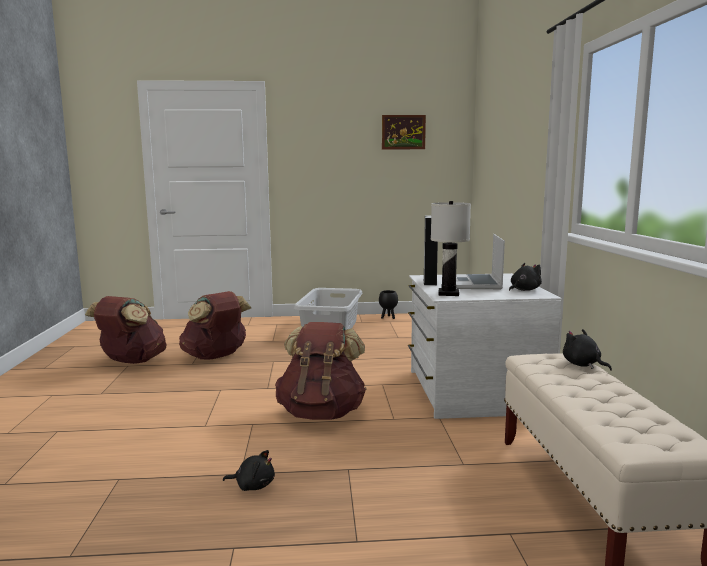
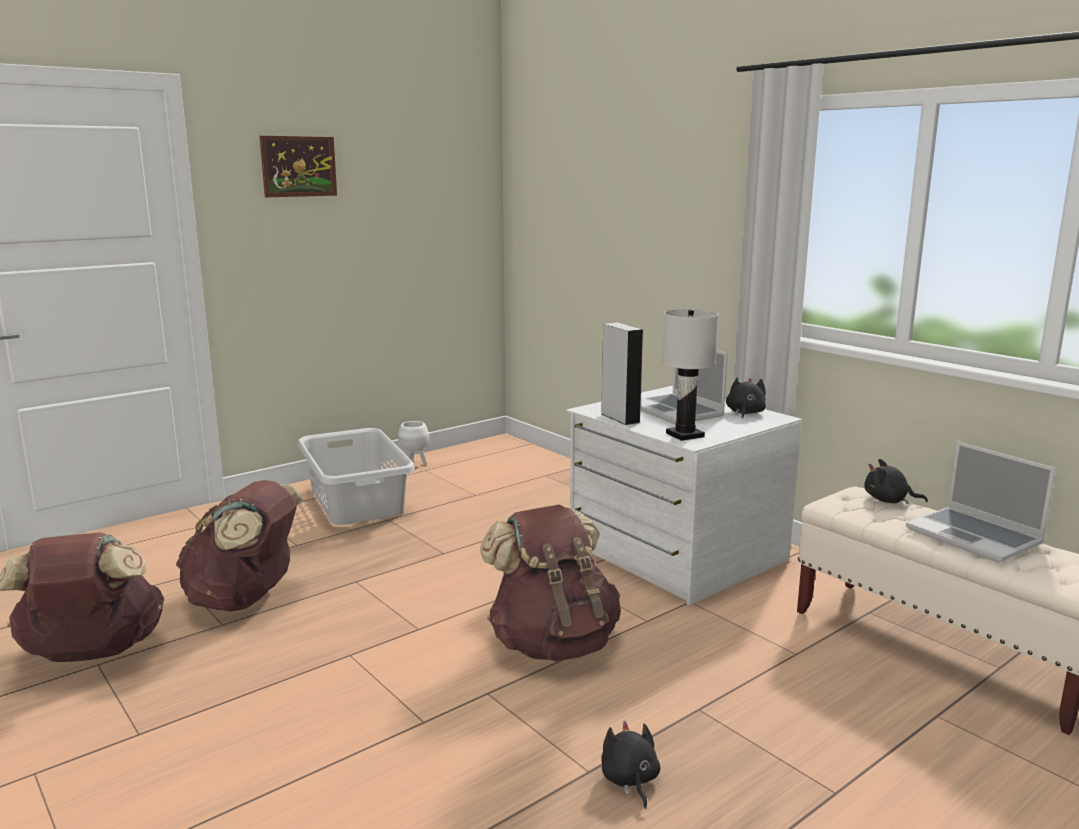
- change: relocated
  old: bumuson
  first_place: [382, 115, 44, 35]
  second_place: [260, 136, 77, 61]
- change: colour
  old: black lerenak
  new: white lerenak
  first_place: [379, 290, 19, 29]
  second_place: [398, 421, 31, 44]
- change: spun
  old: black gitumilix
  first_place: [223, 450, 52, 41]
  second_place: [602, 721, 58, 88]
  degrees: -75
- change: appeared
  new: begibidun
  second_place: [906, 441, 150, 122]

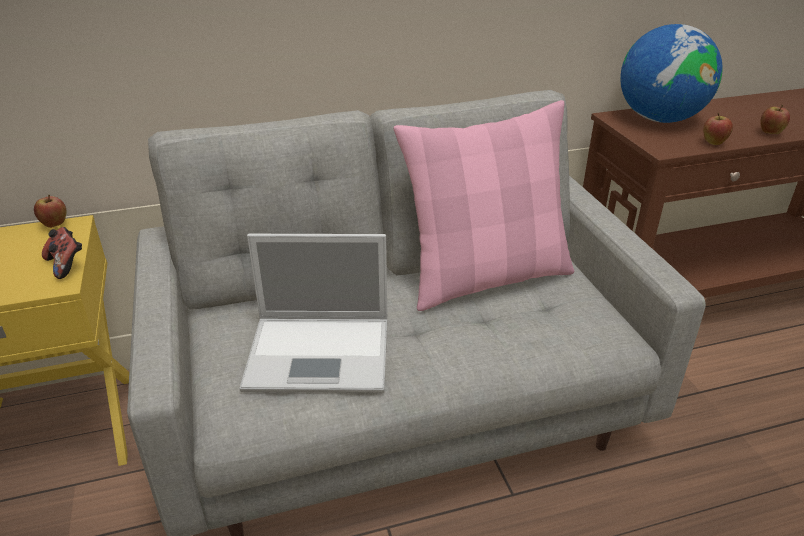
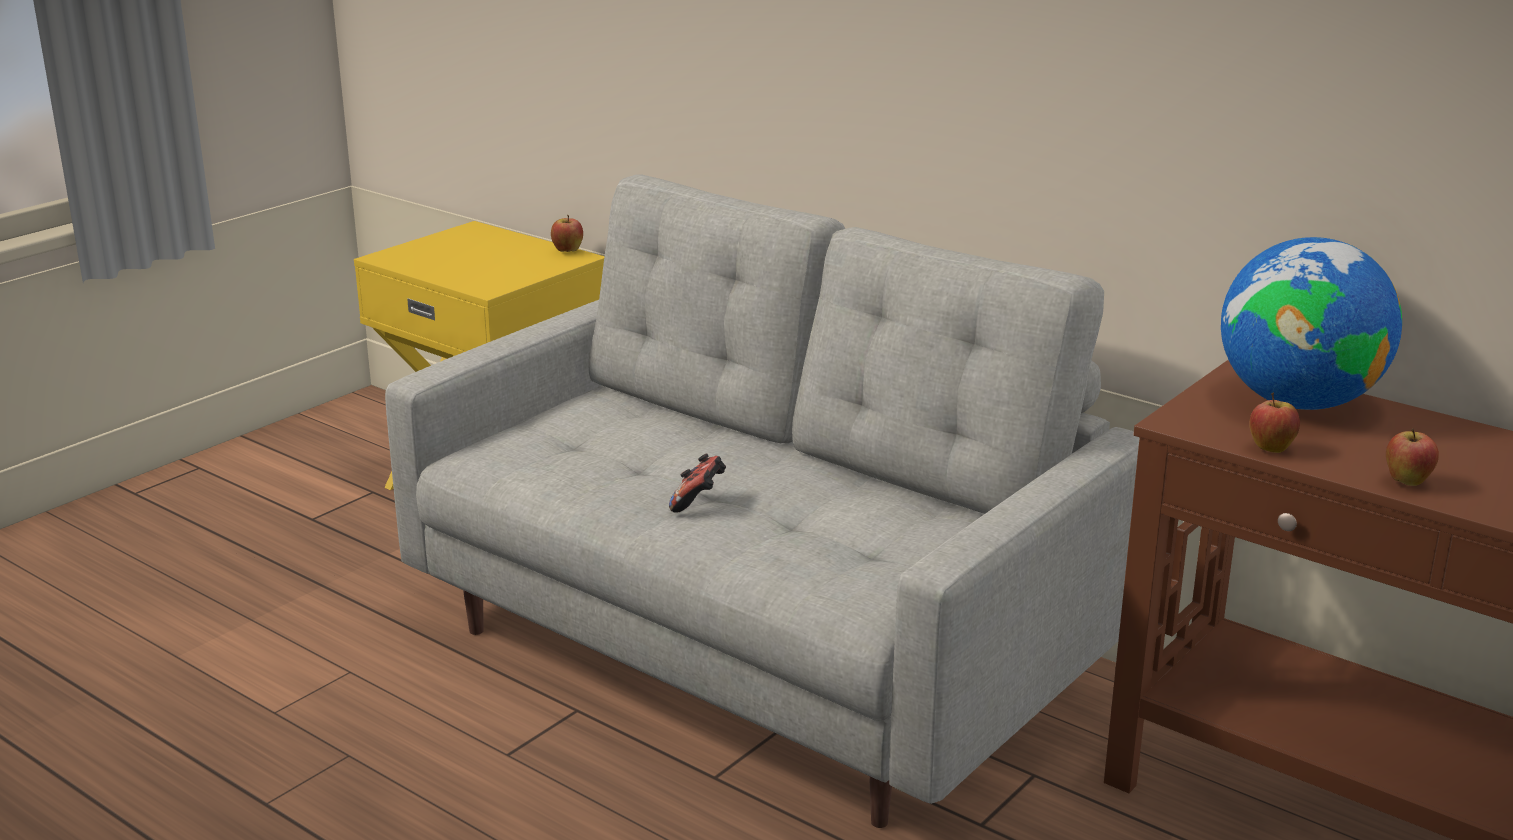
- change: missing
  old: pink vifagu
  first_place: [393, 100, 182, 211]
- change: relocated
  old: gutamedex
  first_place: [42, 227, 40, 52]
  second_place: [669, 453, 57, 60]
- change: missing
  old: begibidun
  first_place: [239, 234, 148, 159]

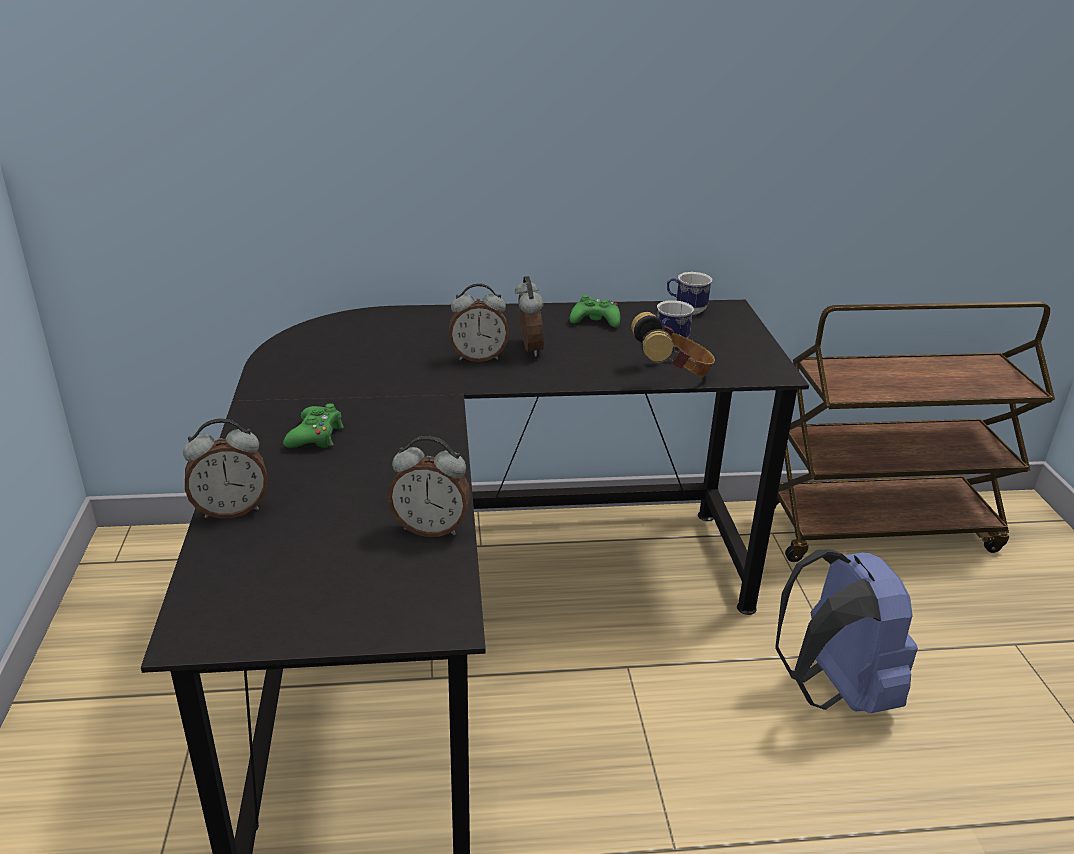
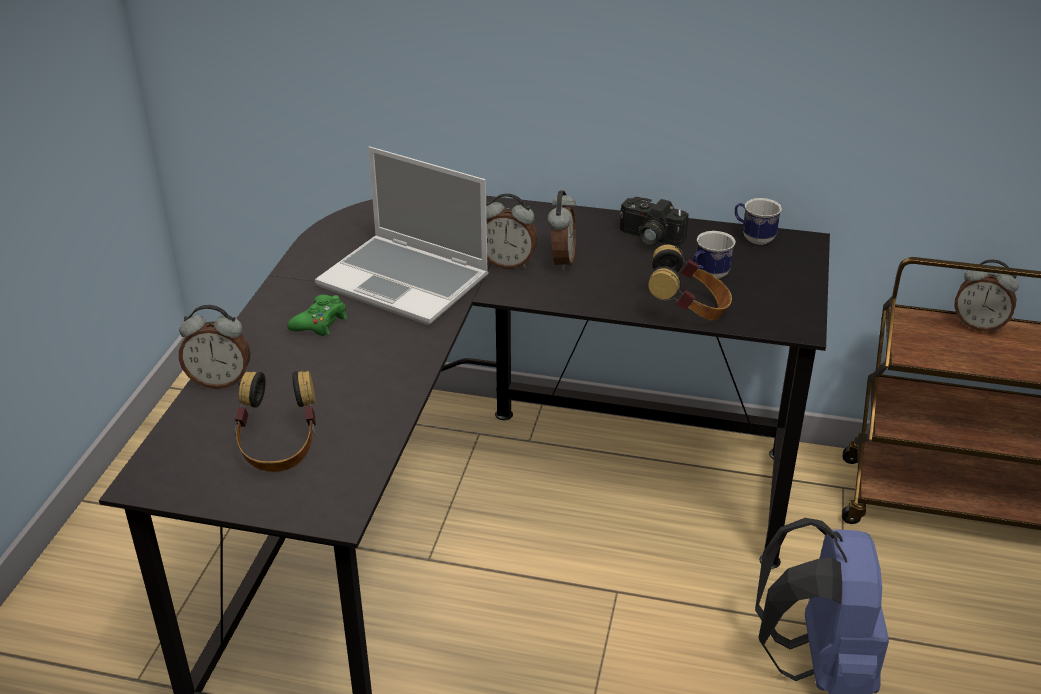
- change: exchanged
  old: green gutamedex
  new: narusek
  first_place: [570, 295, 50, 32]
  second_place: [620, 197, 69, 49]
- change: relocated
  old: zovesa
  first_place: [387, 436, 84, 101]
  second_place: [954, 259, 65, 73]
- change: appeared
  new: begibidun
  second_place: [315, 147, 174, 178]
- change: appeared
  new: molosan
  second_place: [234, 371, 82, 101]

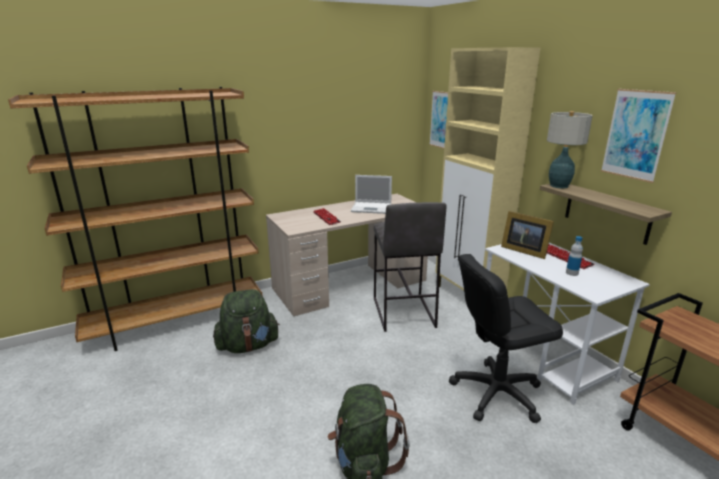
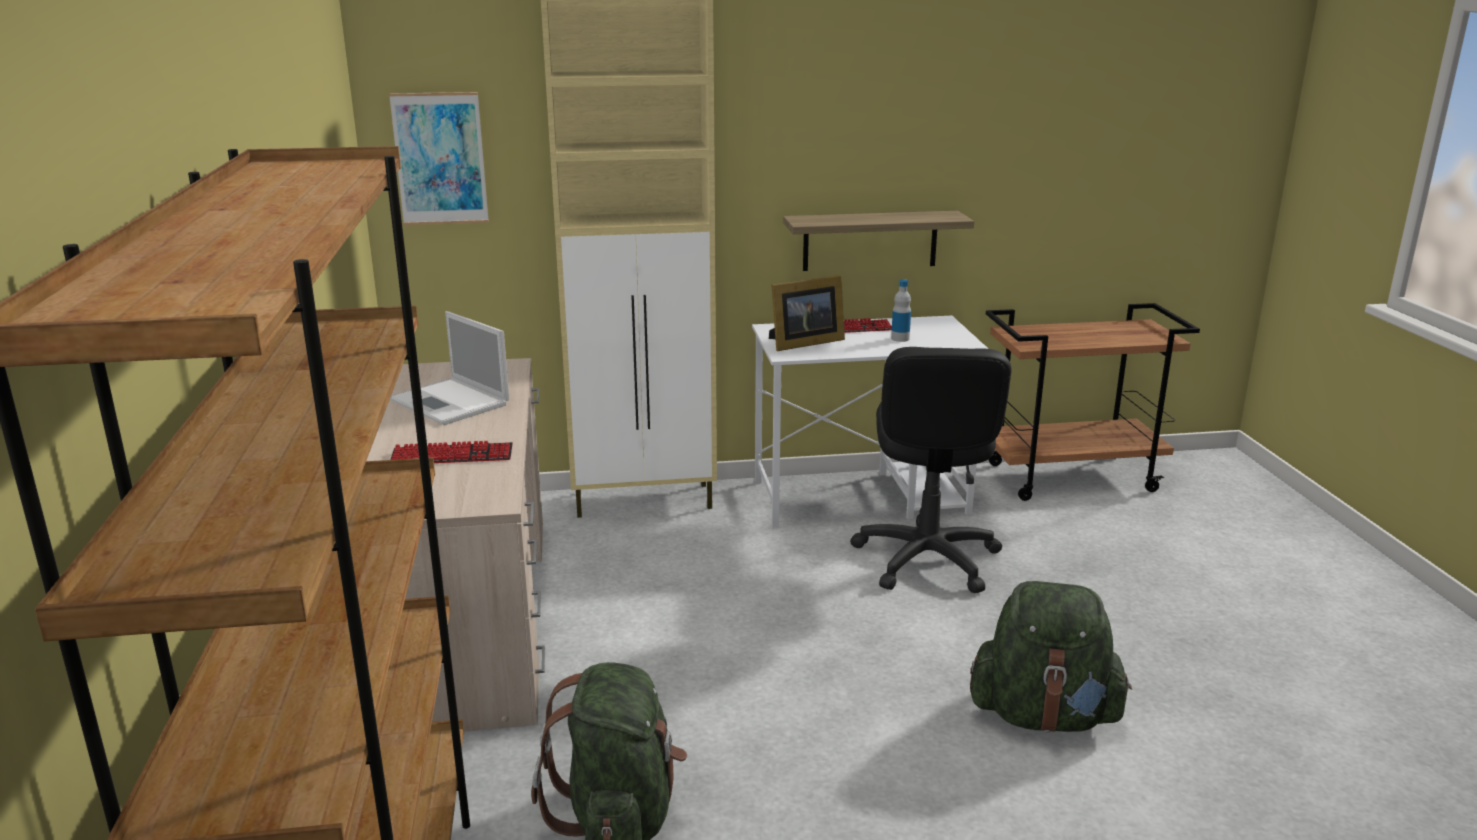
- change: missing
  old: bumuson
  first_place: [601, 89, 76, 94]
- change: missing
  old: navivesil
  first_place: [547, 111, 46, 77]
- change: spun
  old: begibidun
  first_place: [351, 175, 41, 39]
  second_place: [390, 311, 119, 114]
  degrees: 105
- change: missing
  old: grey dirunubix
  first_place: [374, 202, 72, 130]

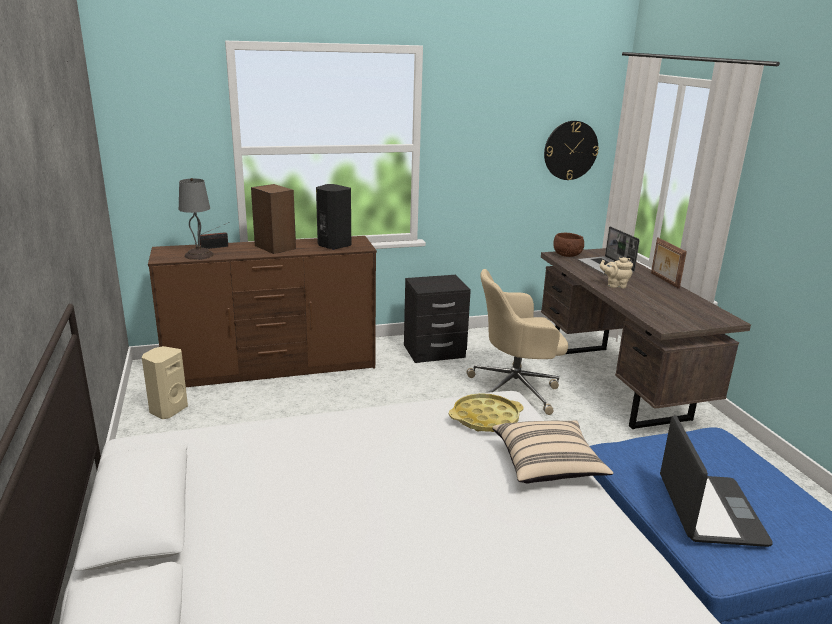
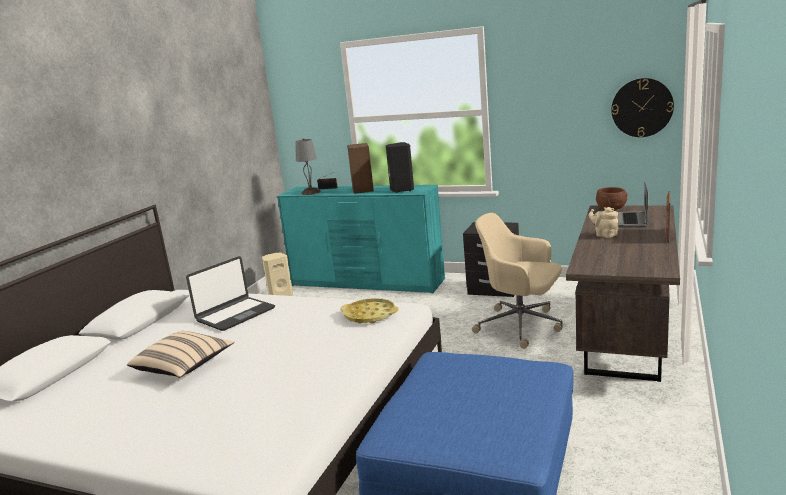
- change: colour
  old: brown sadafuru
  new: turquoise sadafuru
  first_place: [148, 236, 229, 151]
  second_place: [277, 185, 168, 108]
- change: relocated
  old: begibidun
  first_place: [660, 415, 113, 132]
  second_place: [186, 256, 89, 75]
- change: relocated
  old: beige vifagu
  first_place: [492, 421, 121, 63]
  second_place: [127, 331, 107, 47]

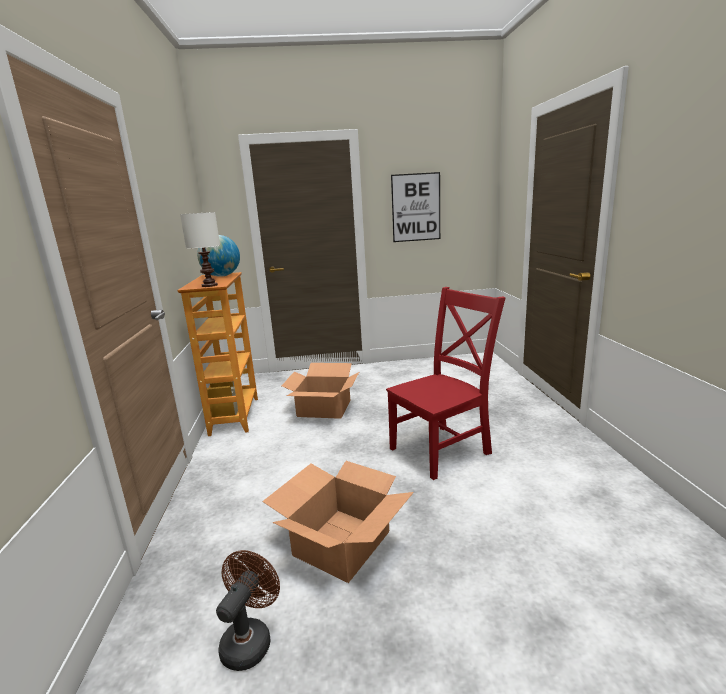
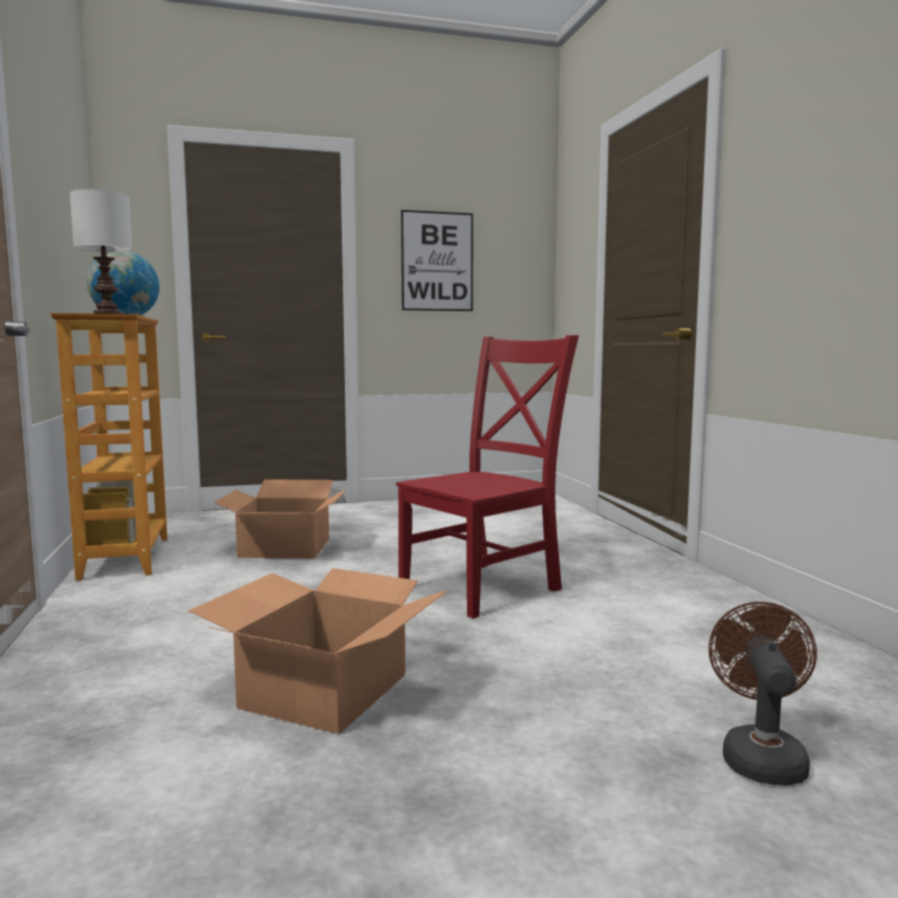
- change: relocated
  old: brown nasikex
  first_place: [216, 550, 64, 121]
  second_place: [709, 602, 108, 184]

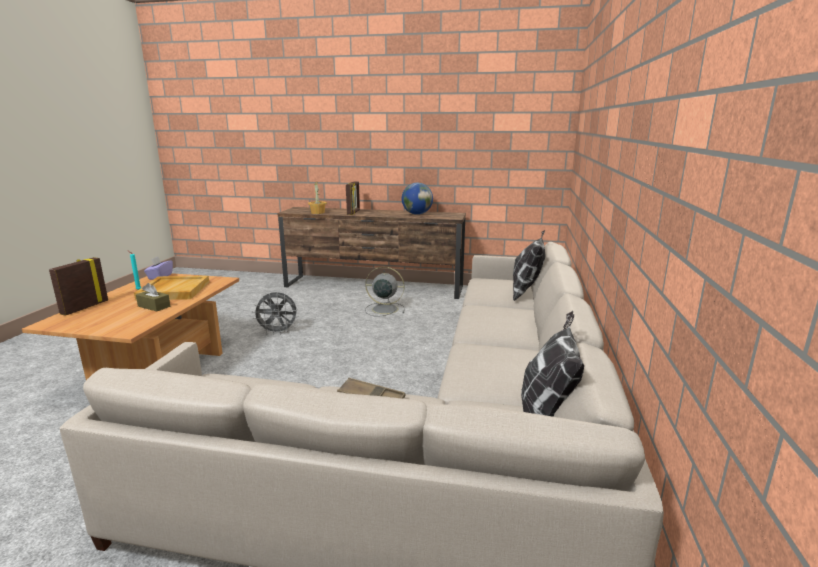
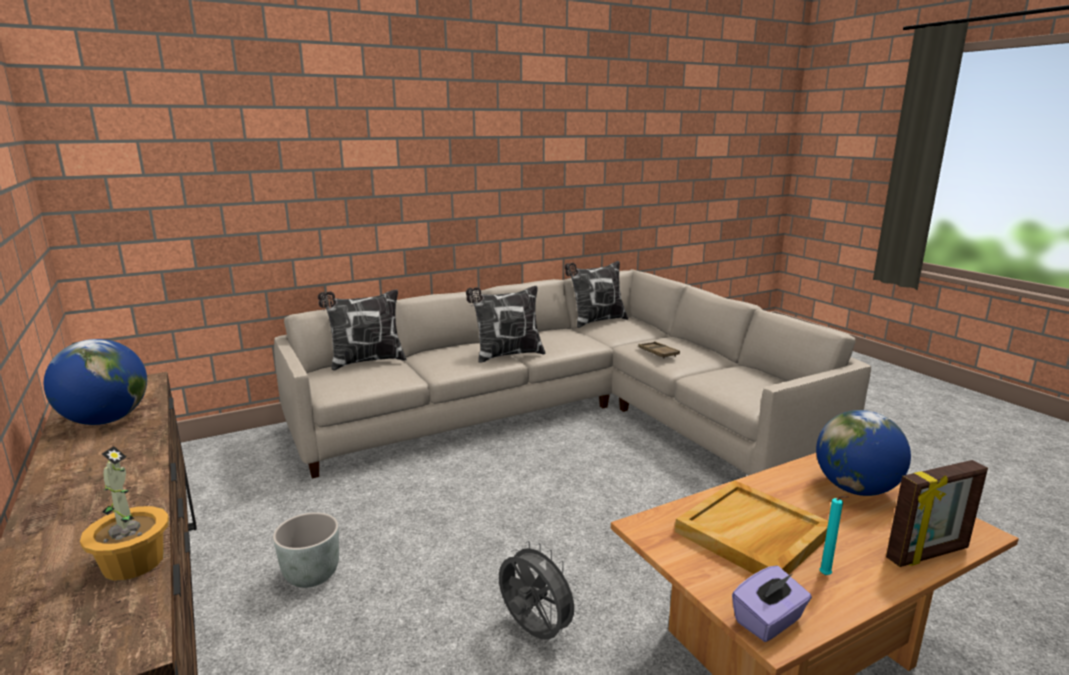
- change: missing
  old: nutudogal
  first_place: [346, 181, 14, 34]
- change: exchanged
  old: grey nasikex
  new: grey lerenak
  first_place: [365, 267, 40, 49]
  second_place: [273, 512, 66, 76]
- change: missing
  old: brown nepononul
  first_place: [136, 283, 34, 29]
- change: appeared
  new: vifagu
  second_place: [466, 286, 80, 77]
- change: appeared
  new: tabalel
  second_place: [816, 410, 95, 86]

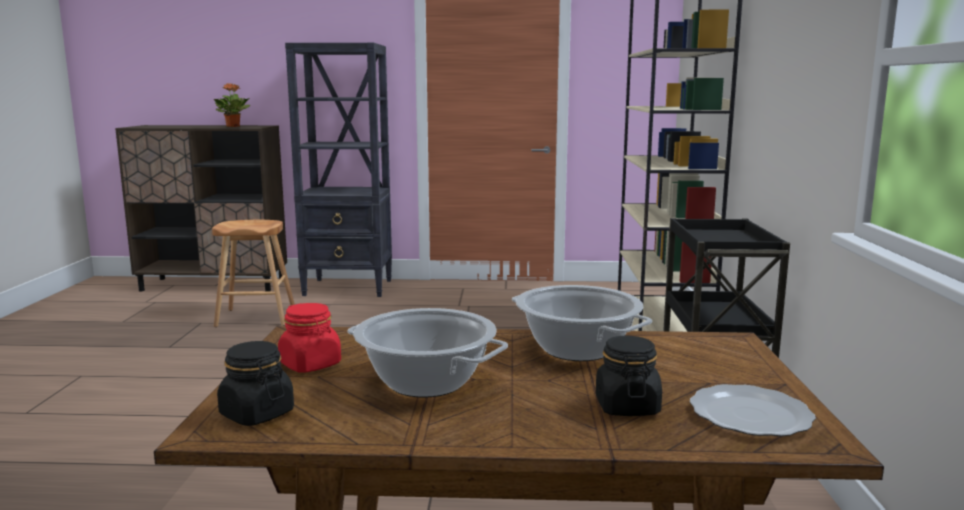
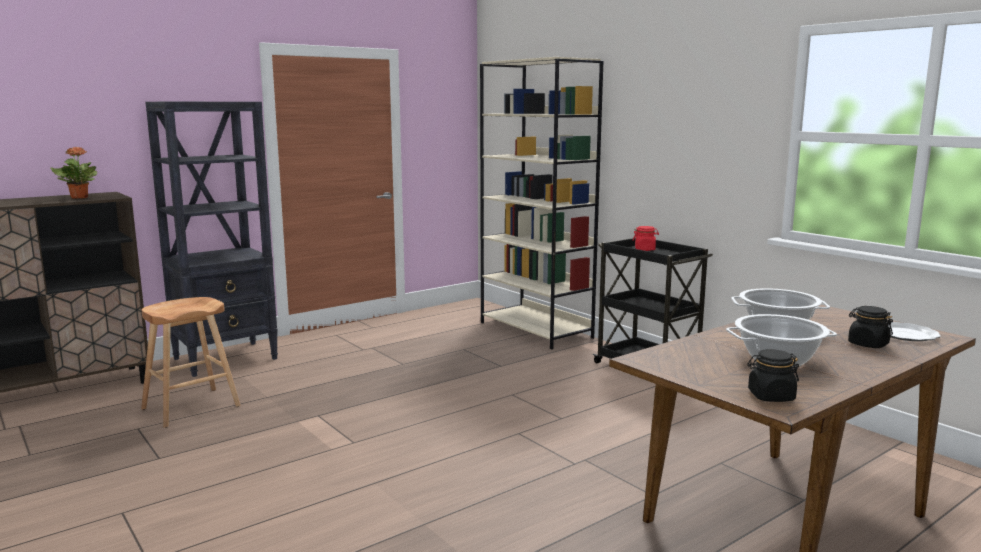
- change: relocated
  old: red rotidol
  first_place: [278, 303, 63, 70]
  second_place: [633, 226, 26, 25]

